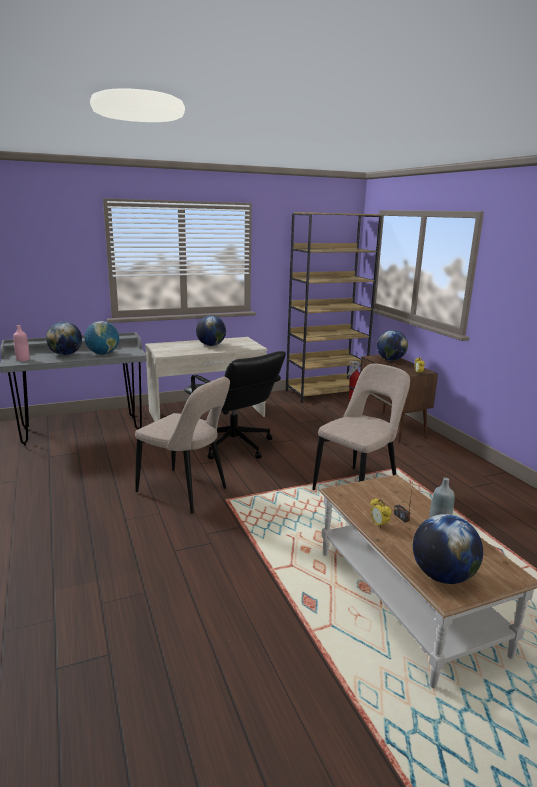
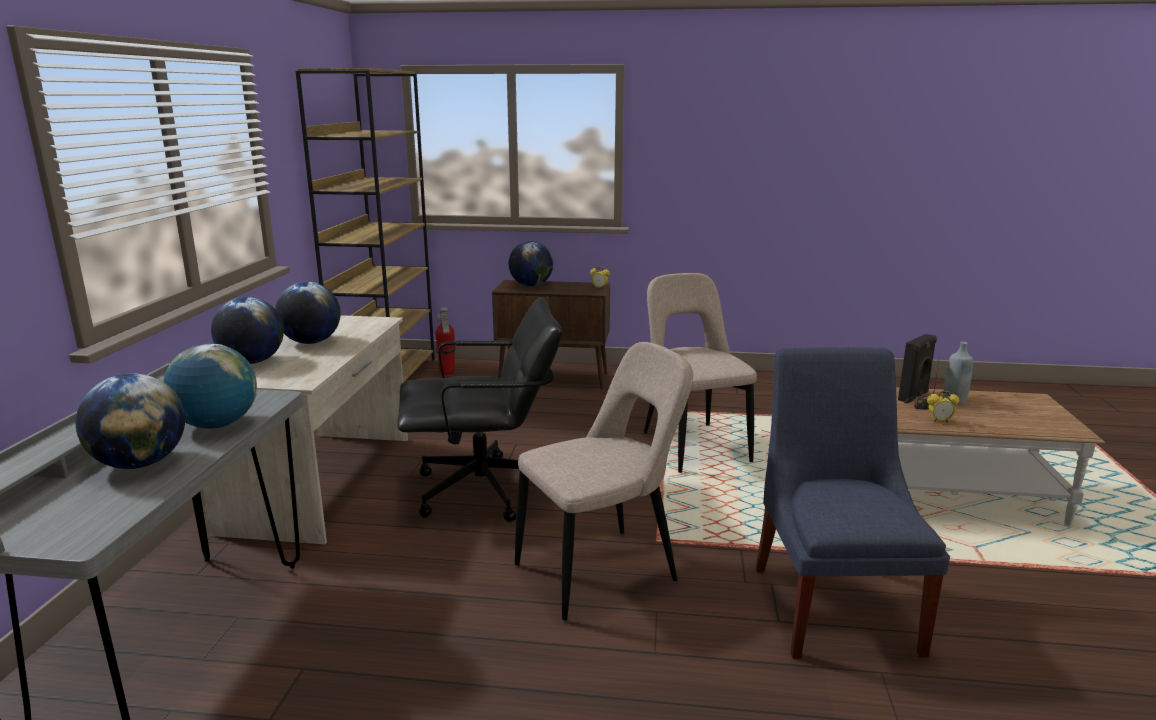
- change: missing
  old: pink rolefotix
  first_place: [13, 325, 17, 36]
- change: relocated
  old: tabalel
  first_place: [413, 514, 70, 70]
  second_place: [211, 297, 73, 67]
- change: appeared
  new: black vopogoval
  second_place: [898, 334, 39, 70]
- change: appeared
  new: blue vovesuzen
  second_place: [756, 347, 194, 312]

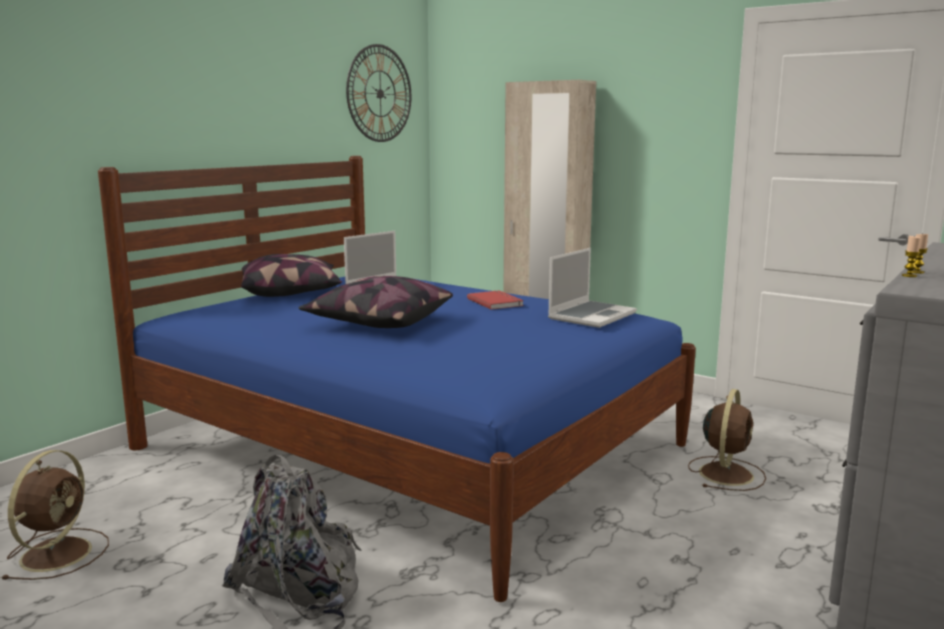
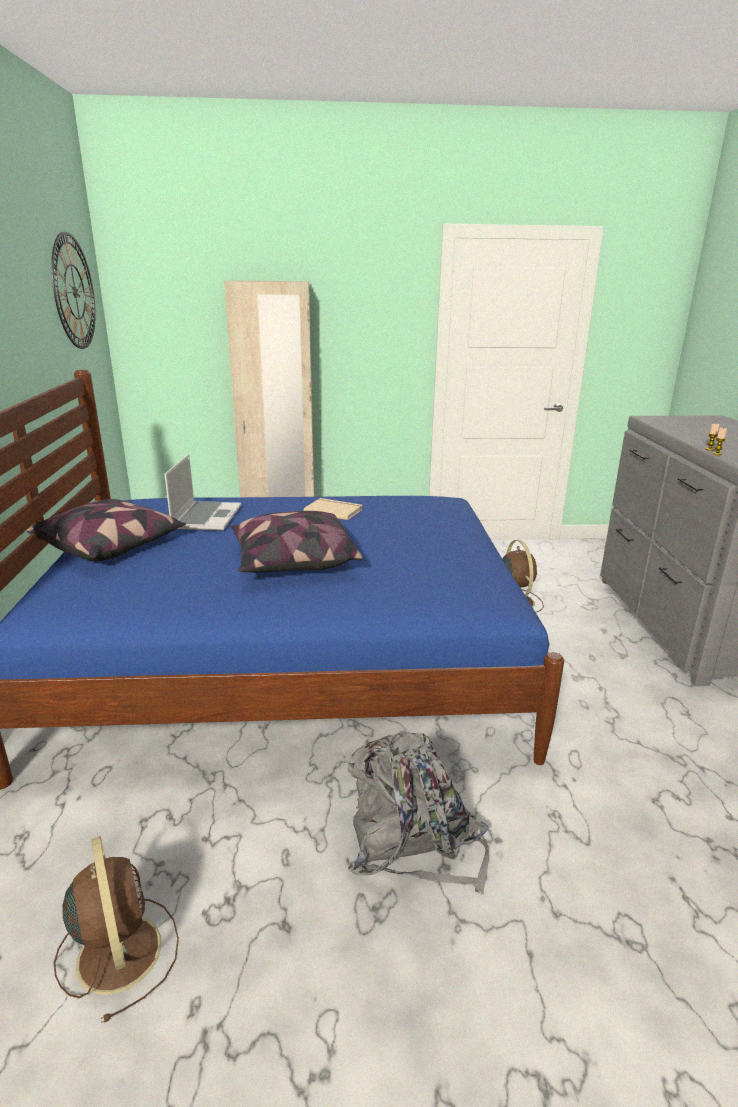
- change: missing
  old: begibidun
  first_place: [548, 248, 89, 80]
- change: colour
  old: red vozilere
  new: beige vozilere
  first_place: [467, 291, 57, 19]
  second_place: [304, 498, 59, 22]

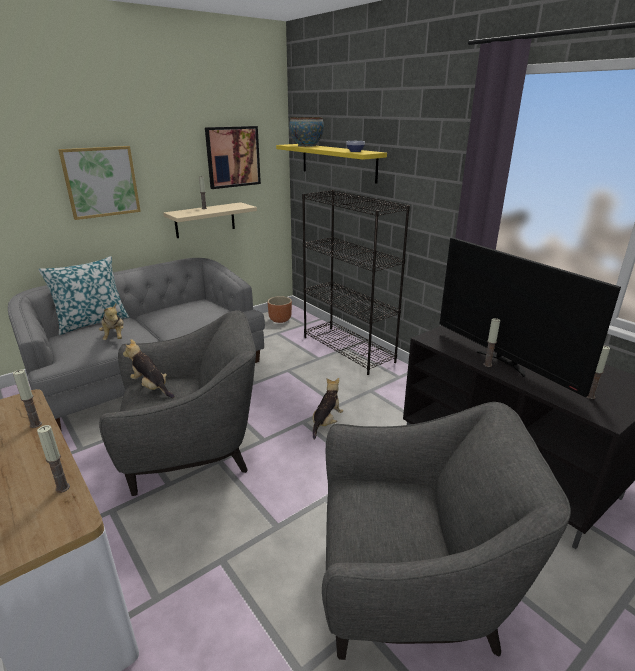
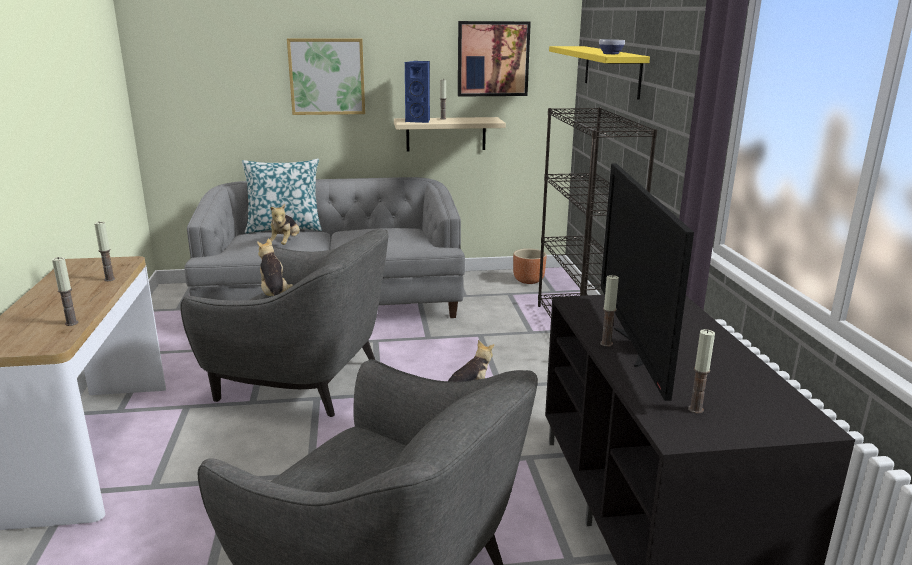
- change: missing
  old: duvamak
  first_place: [289, 117, 35, 30]
- change: appeared
  new: blue vopogoval
  second_place: [405, 61, 25, 62]

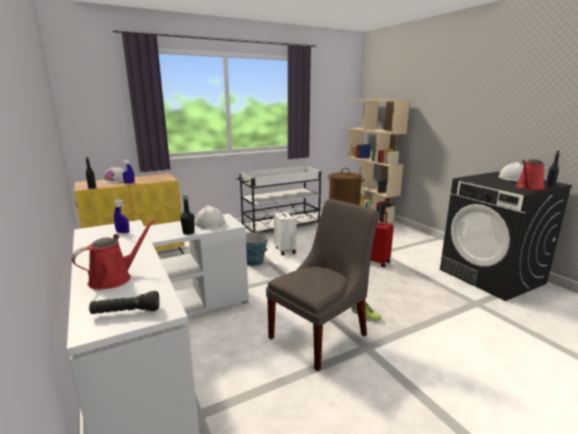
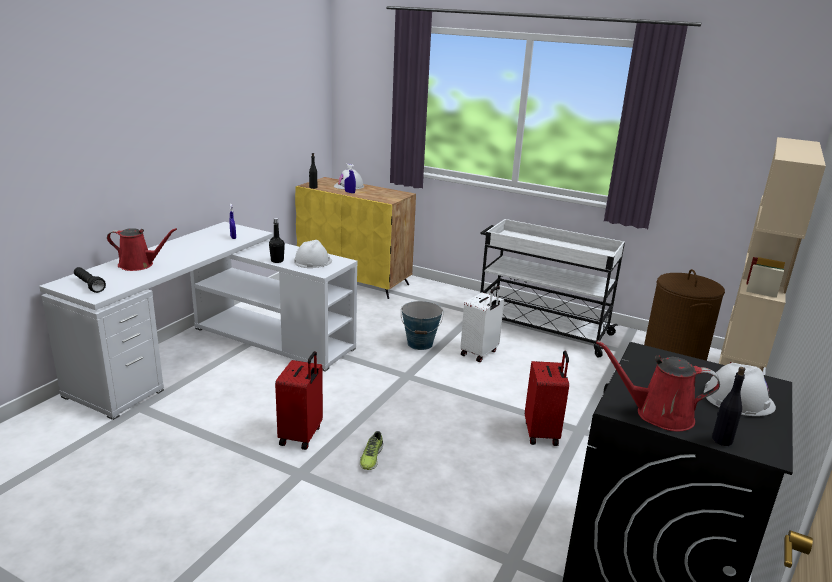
- change: exchanged
  old: grey vovesuzen
  new: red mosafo
  first_place: [266, 199, 113, 172]
  second_place: [275, 351, 48, 99]

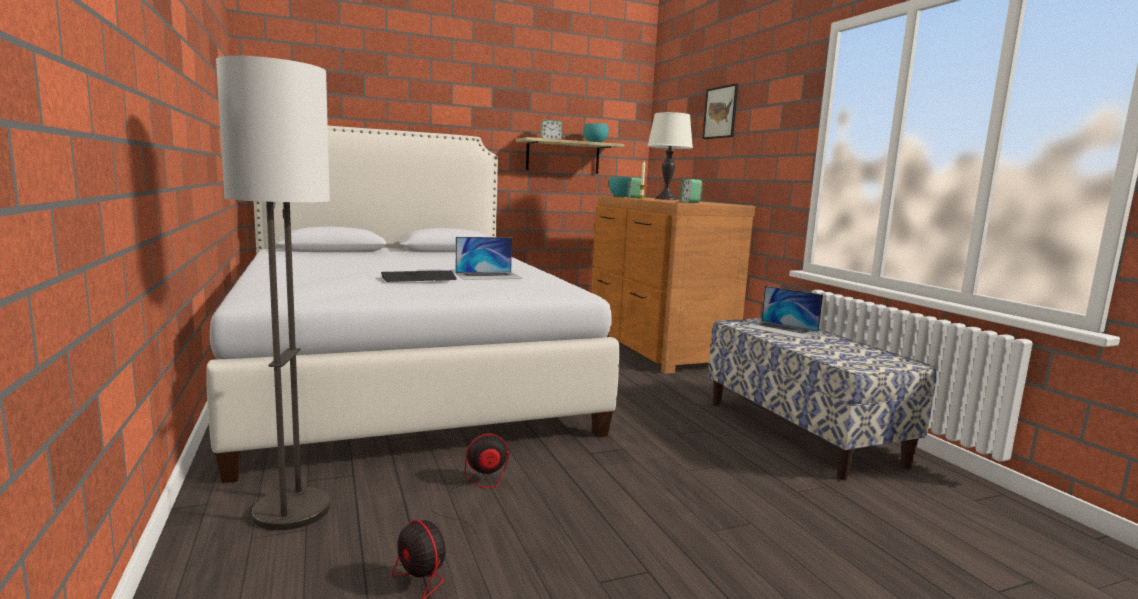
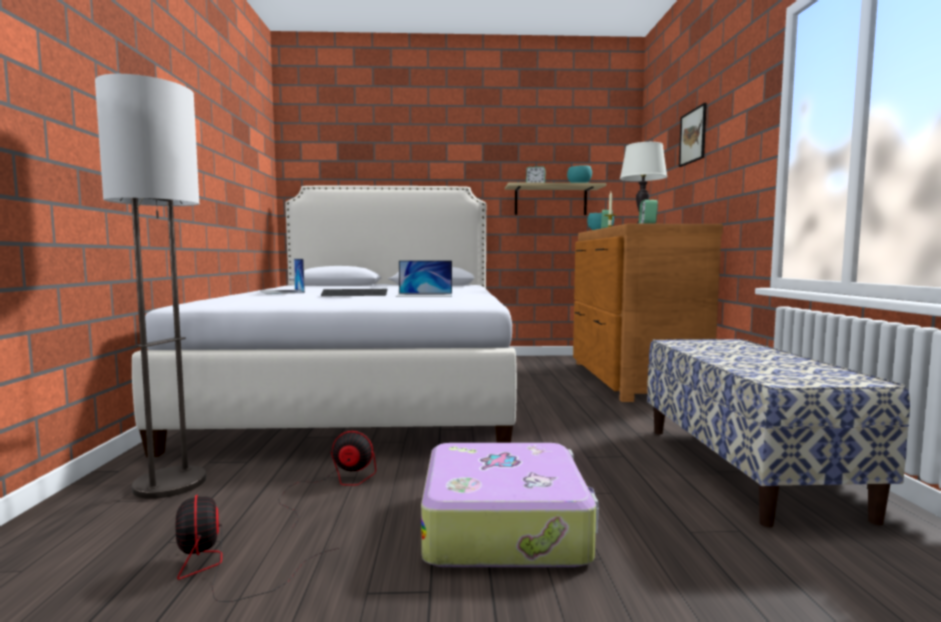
- change: relocated
  old: begibidun
  first_place: [744, 286, 79, 53]
  second_place: [260, 259, 45, 35]
- change: appeared
  new: mosafo
  second_place: [421, 443, 178, 124]

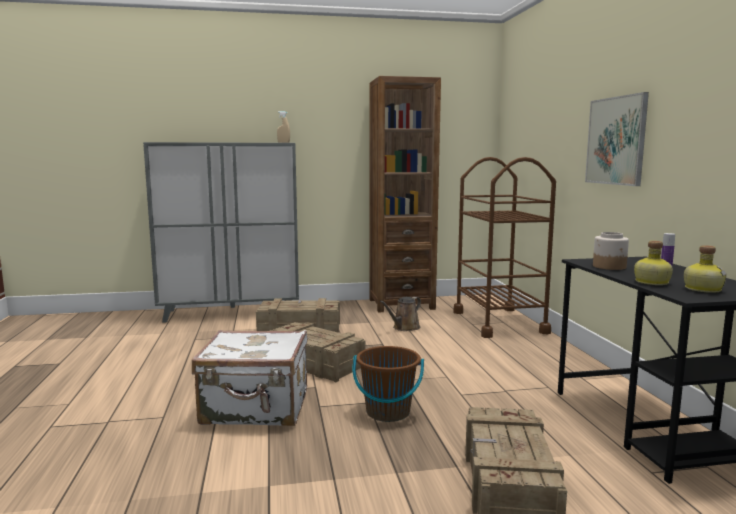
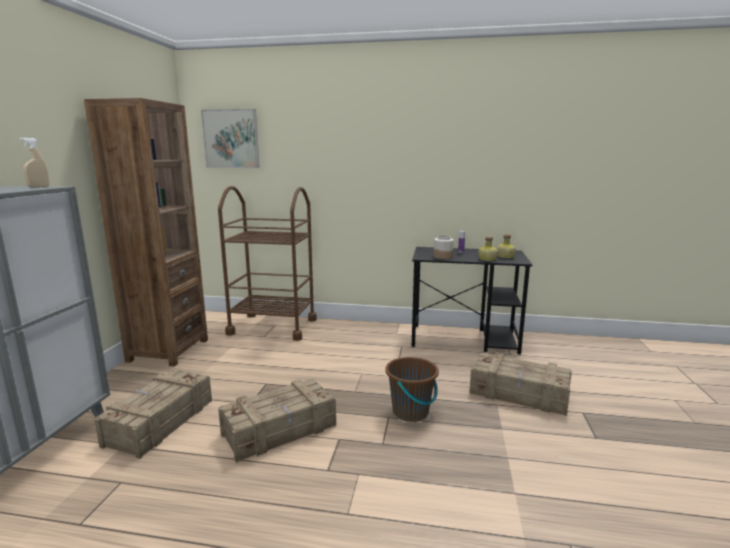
- change: relocated
  old: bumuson
  first_place: [585, 92, 64, 94]
  second_place: [201, 109, 58, 59]
- change: missing
  old: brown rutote
  first_place: [380, 297, 41, 34]
- change: missing
  old: white mosafo
  first_place: [192, 330, 115, 96]

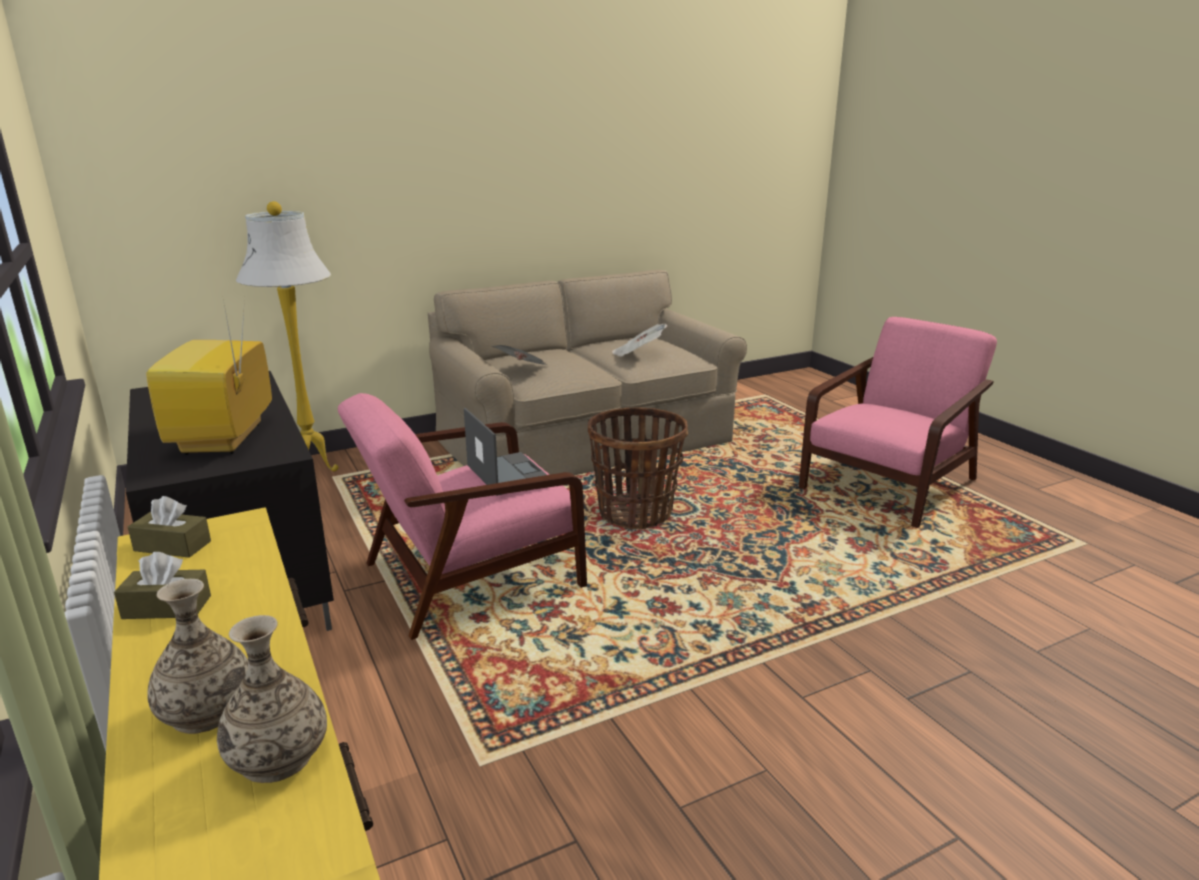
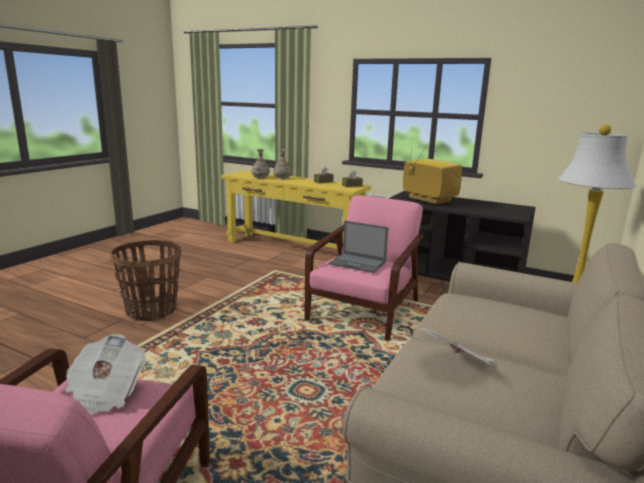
- change: relocated
  old: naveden
  first_place: [491, 345, 55, 20]
  second_place: [65, 334, 80, 81]
- change: relocated
  old: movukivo
  first_place: [588, 408, 100, 122]
  second_place: [110, 240, 71, 81]

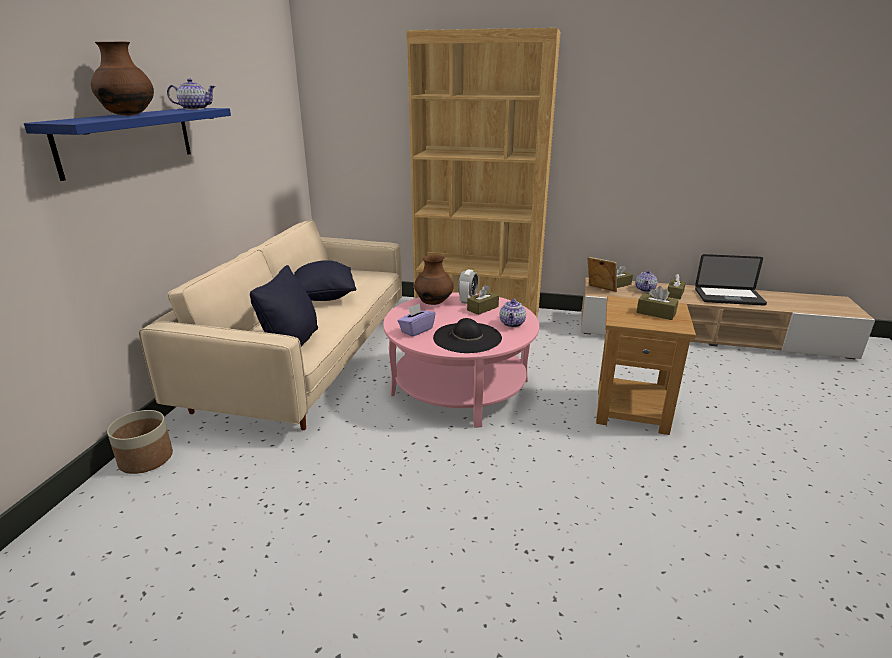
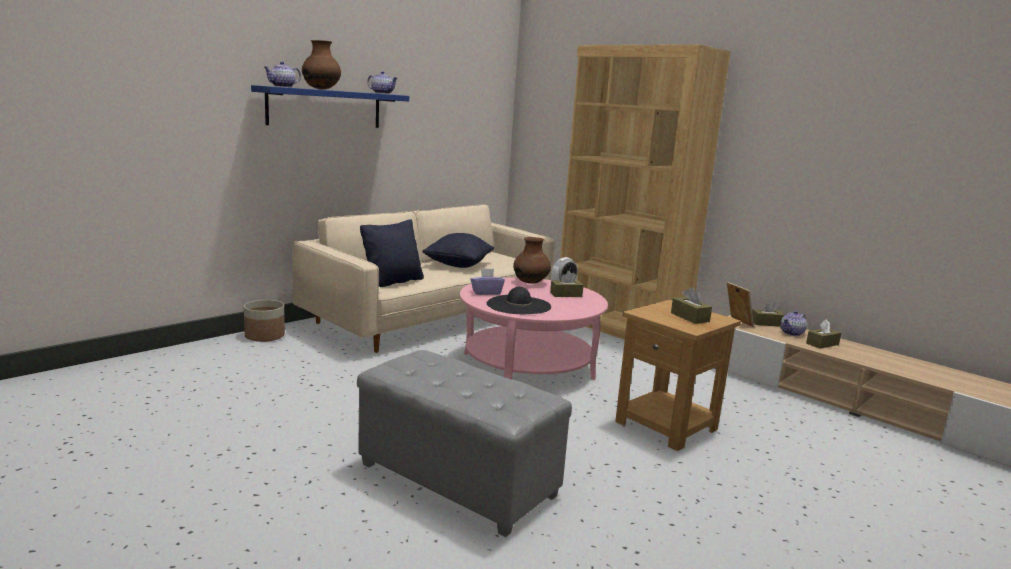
- change: missing
  old: begibidun
  first_place: [695, 254, 72, 52]
- change: relocated
  old: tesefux
  first_place: [499, 298, 27, 29]
  second_place: [264, 62, 37, 25]
- change: appeared
  new: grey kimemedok
  second_place: [357, 350, 215, 187]

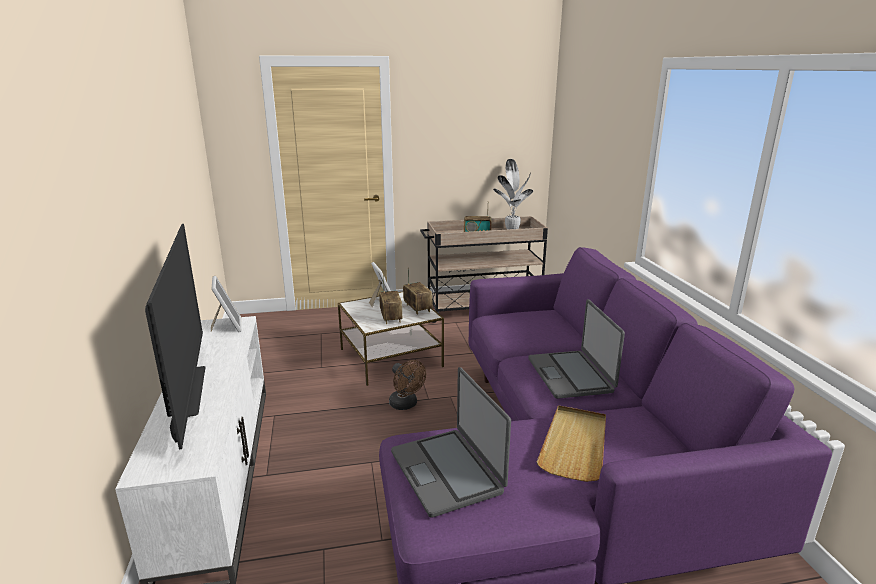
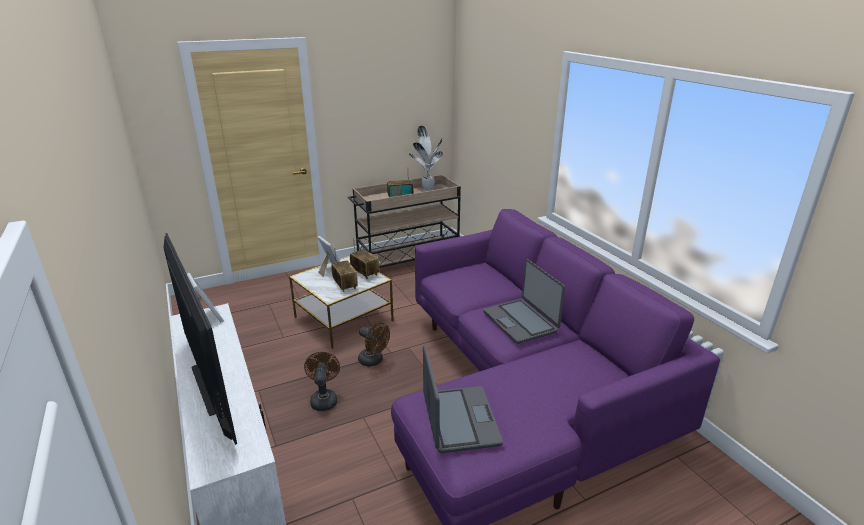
- change: spun
  old: begibidun
  first_place: [391, 367, 120, 151]
  second_place: [423, 344, 80, 109]
  degrees: -150
- change: missing
  old: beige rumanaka
  first_place: [537, 405, 69, 77]
- change: appeared
  new: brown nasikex
  second_place: [304, 352, 36, 59]

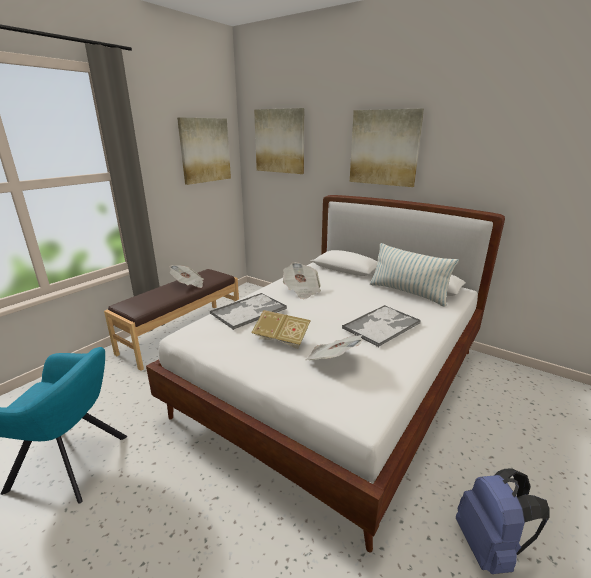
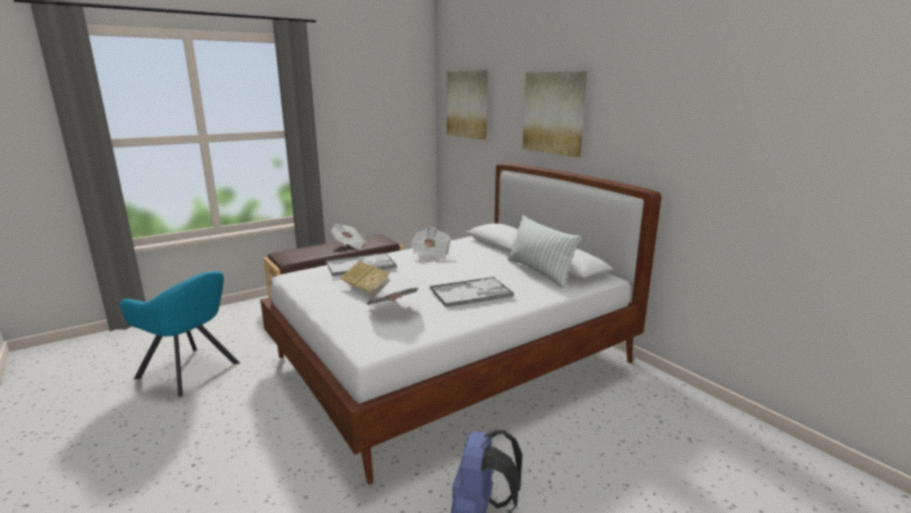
- change: missing
  old: bumuson
  first_place: [177, 117, 54, 68]

